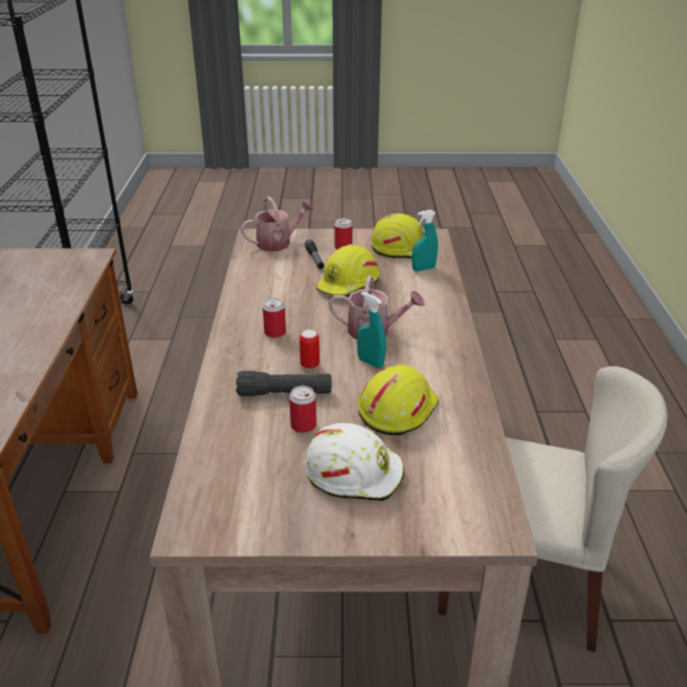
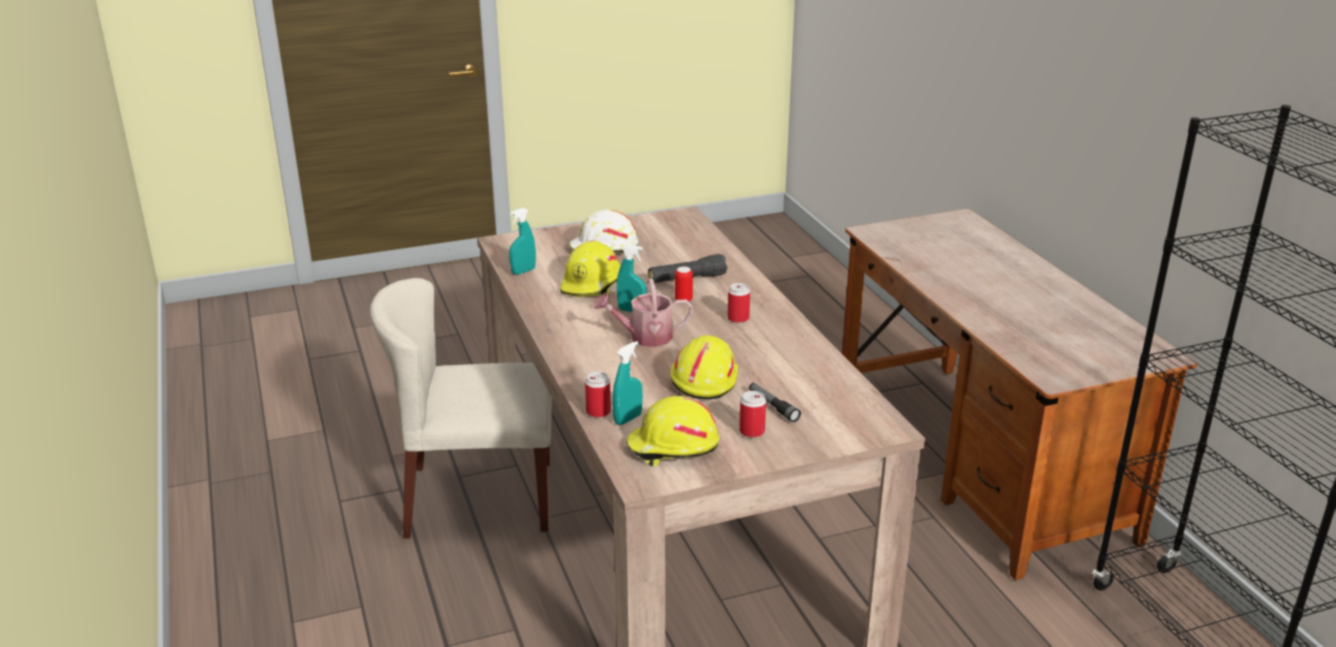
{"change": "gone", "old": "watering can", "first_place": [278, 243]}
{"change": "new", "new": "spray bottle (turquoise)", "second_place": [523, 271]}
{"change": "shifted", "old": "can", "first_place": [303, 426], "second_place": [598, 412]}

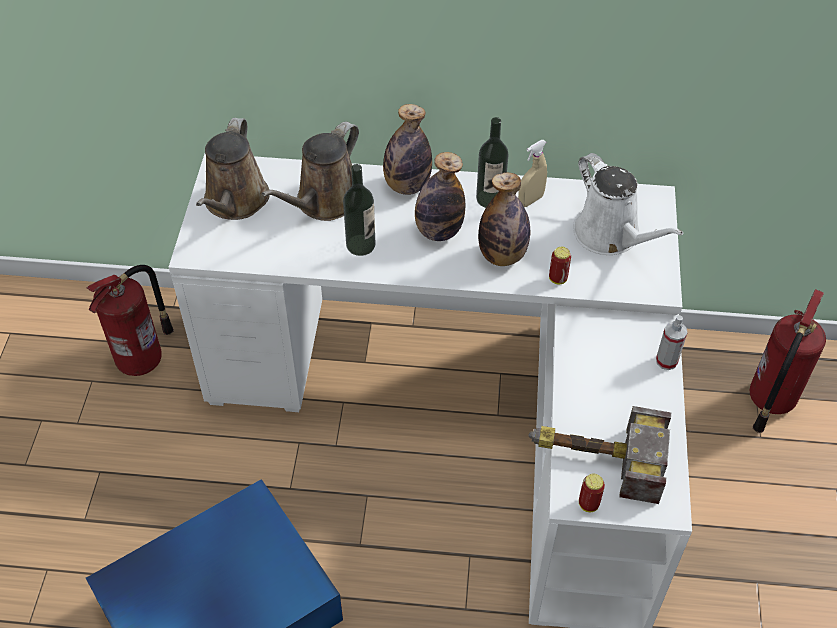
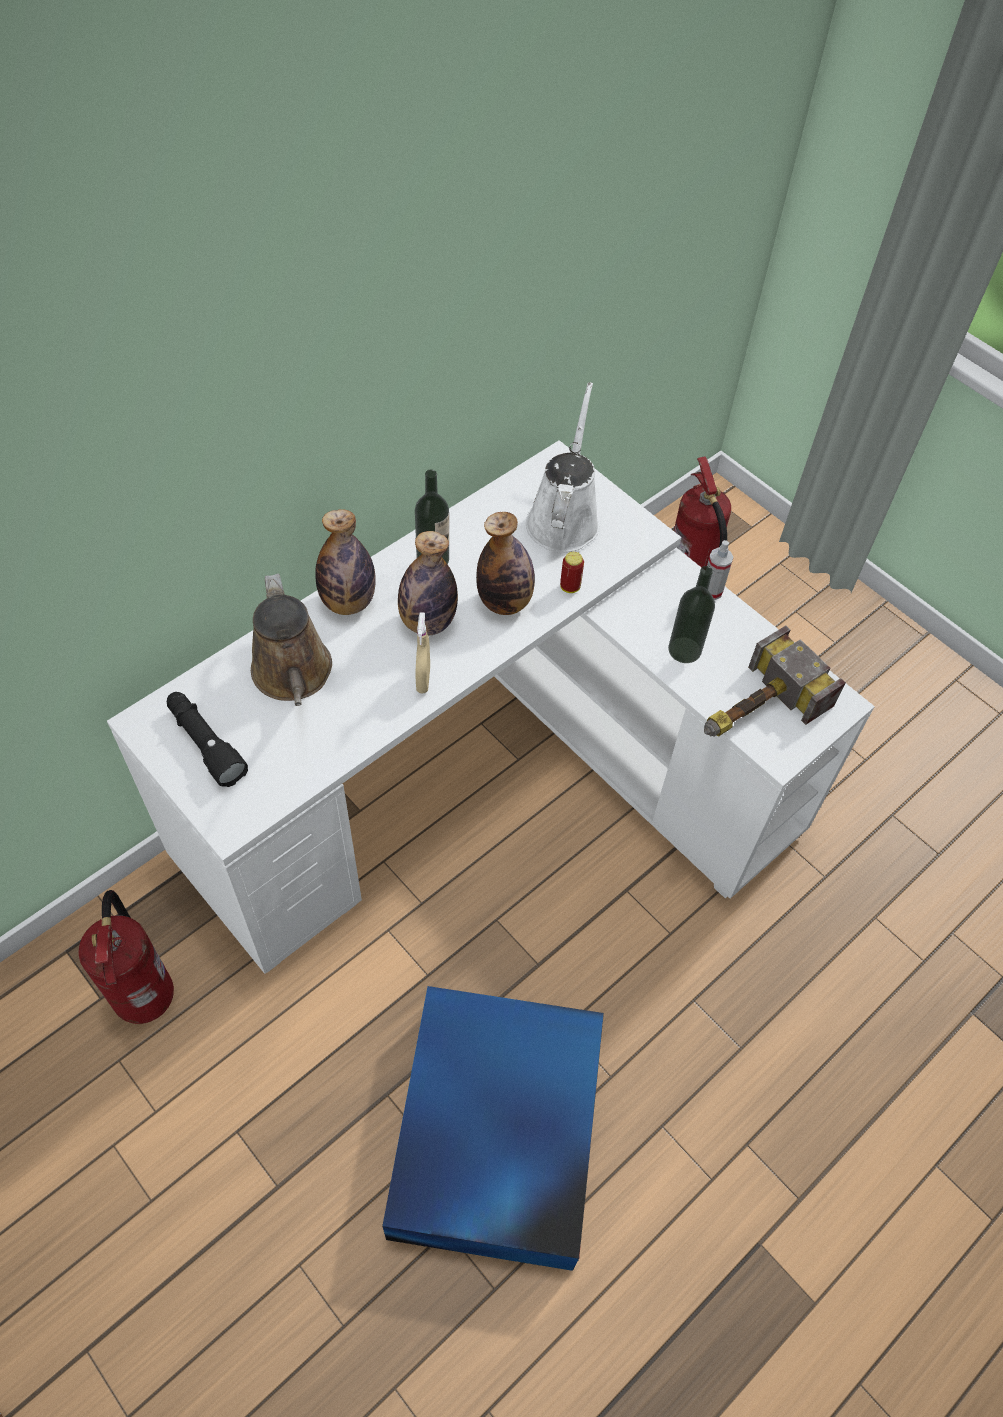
{"change": "gone", "old": "can", "first_place": [588, 504]}
{"change": "shifted", "old": "bottle", "first_place": [360, 245], "second_place": [684, 650]}
{"change": "shifted", "old": "spray bottle (beige)", "first_place": [530, 200], "second_place": [423, 680]}
{"change": "swapped", "old": "watering can (brown)", "new": "flashlight (black)", "first_place": [235, 202], "second_place": [205, 744]}
{"change": "rotated", "old": "watering can (white)", "first_place": [611, 235], "second_place": [564, 518], "degrees": -90}

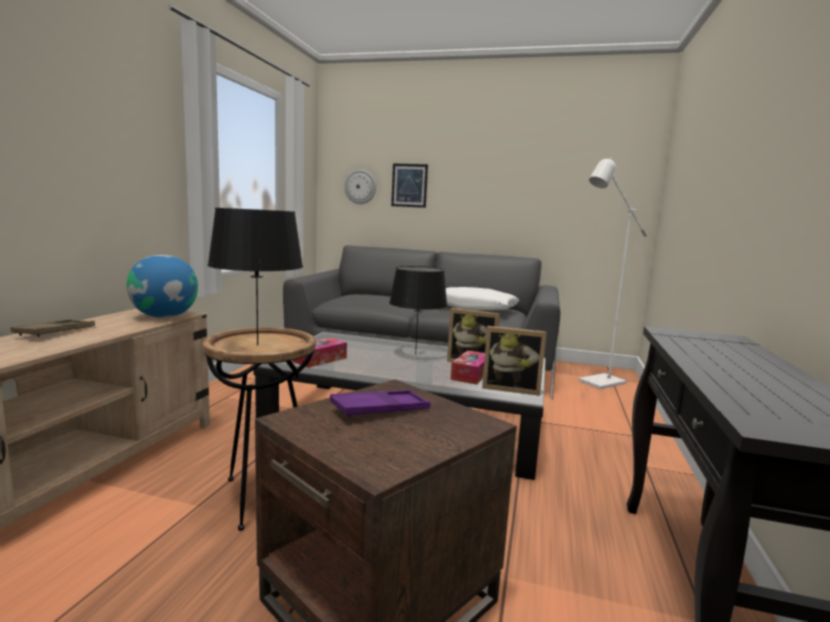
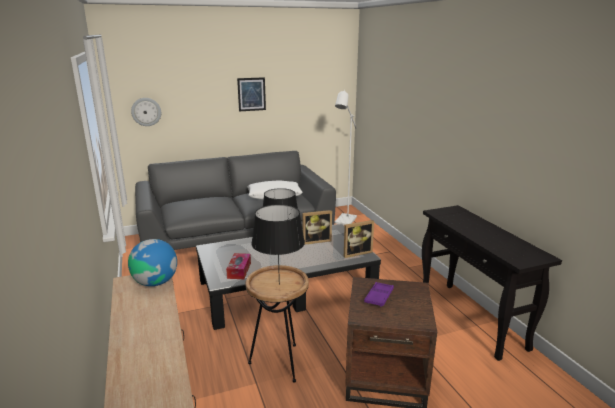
{"change": "gone", "old": "tray (brown)", "first_place": [55, 332]}
{"change": "gone", "old": "tissue box", "first_place": [471, 374]}
{"change": "shifted", "old": "picture", "first_place": [409, 185], "second_place": [251, 94]}

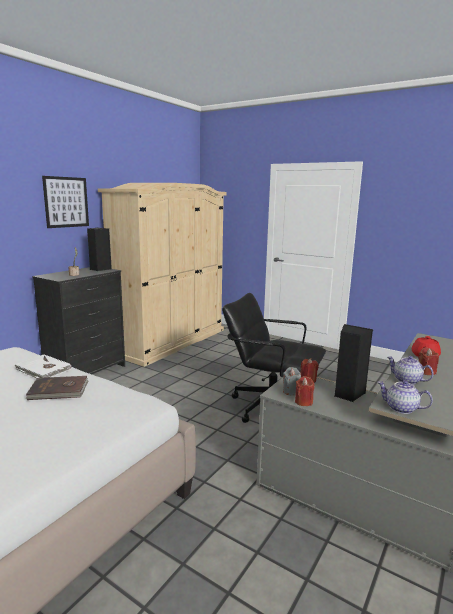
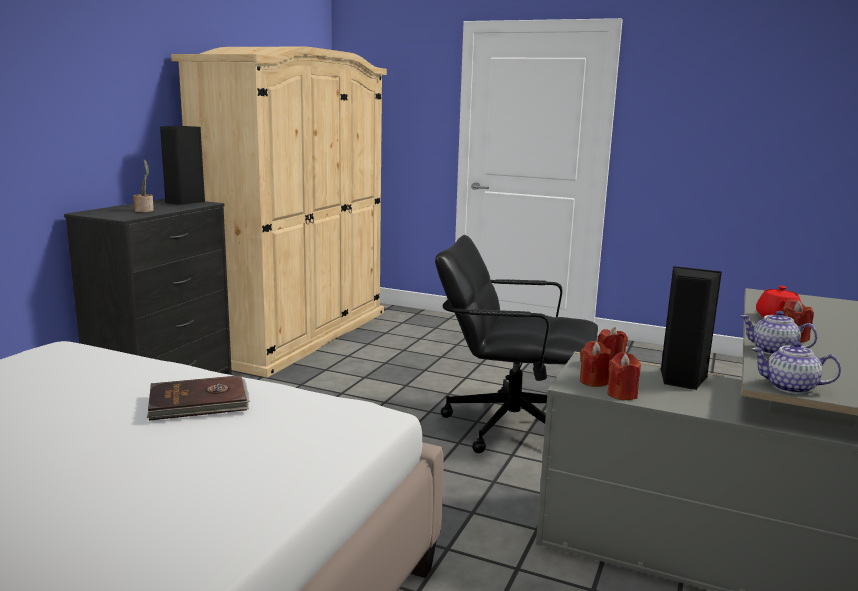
{"change": "gone", "old": "book (white)", "first_place": [43, 370]}
{"change": "gone", "old": "picture", "first_place": [66, 202]}
{"change": "repainted", "old": "candle (grey)", "new": "candle (red)", "first_place": [291, 391], "second_place": [593, 381]}

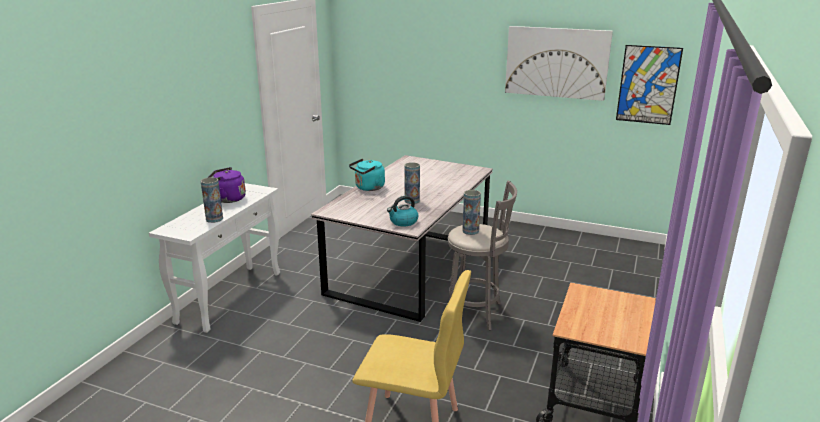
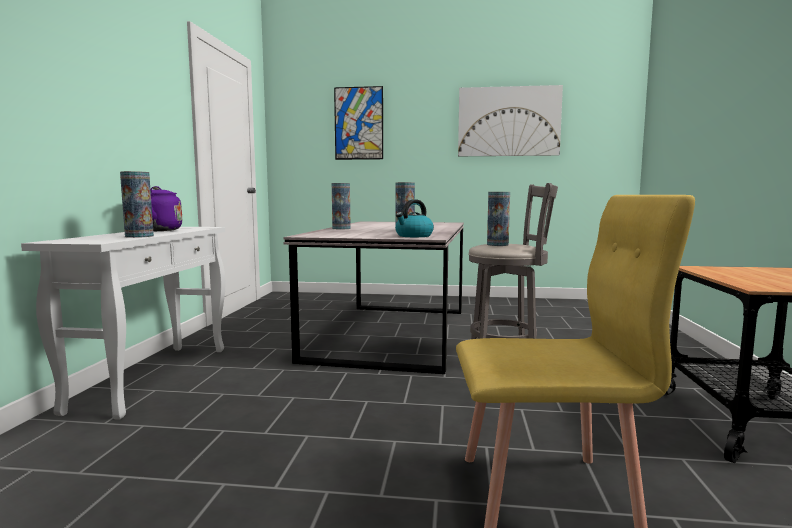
{"change": "shifted", "old": "picture", "first_place": [648, 85], "second_place": [359, 123]}
{"change": "swapped", "old": "kettle (turquoise)", "new": "vase", "first_place": [368, 188], "second_place": [341, 228]}

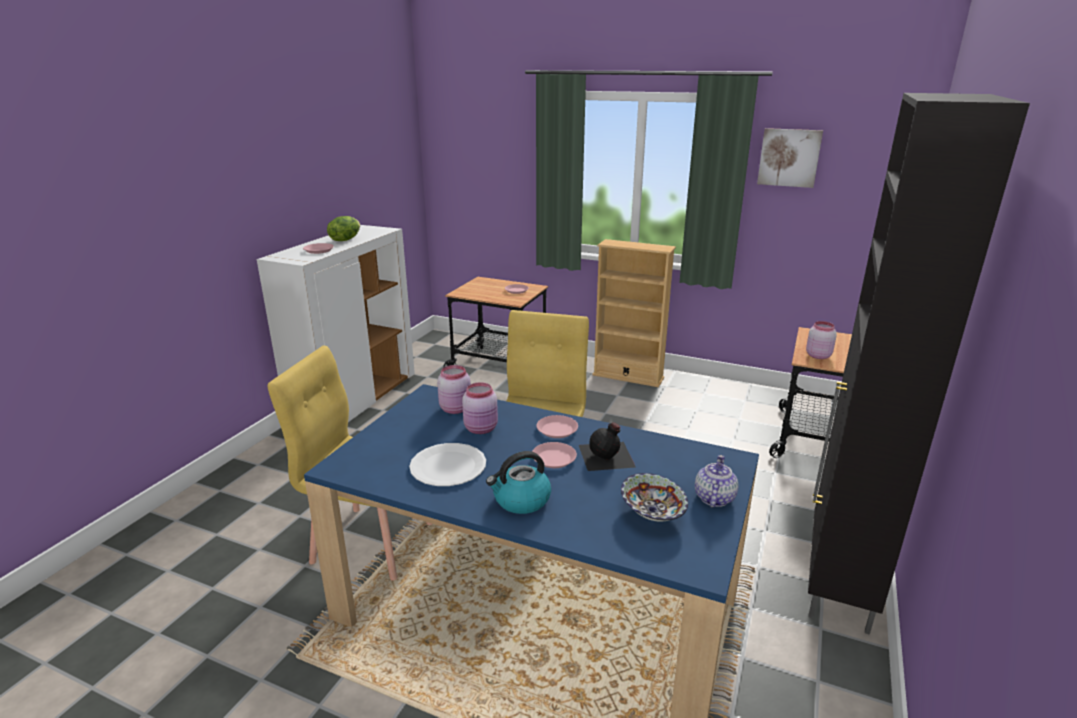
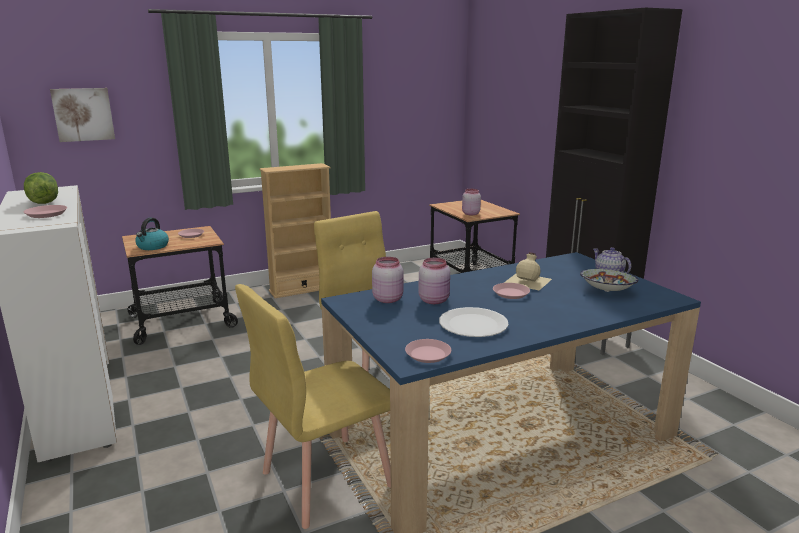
{"change": "shifted", "old": "kettle", "first_place": [521, 500], "second_place": [152, 247]}
{"change": "shifted", "old": "plate (pink)", "first_place": [557, 430], "second_place": [428, 354]}
{"change": "shifted", "old": "picture", "first_place": [789, 157], "second_place": [83, 114]}
{"change": "repainted", "old": "bottle (black)", "new": "bottle (beige)", "first_place": [607, 456], "second_place": [528, 280]}

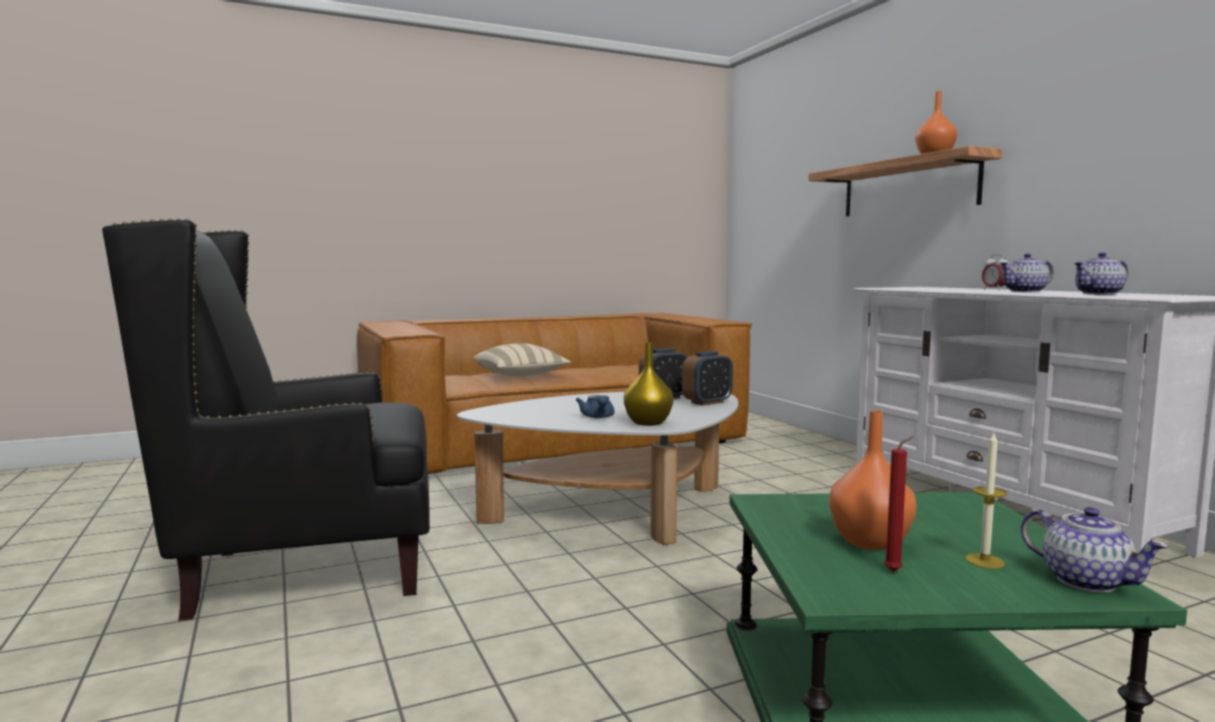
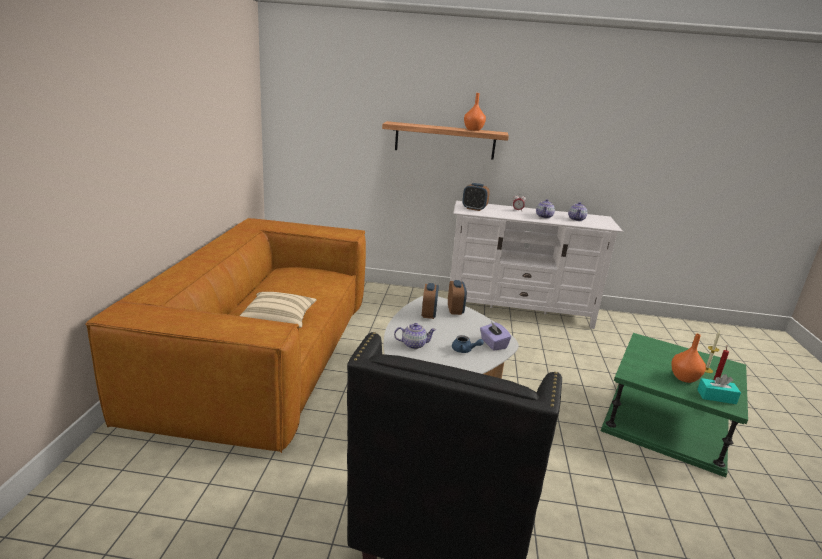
{"change": "new", "new": "alarm clock", "second_place": [474, 209]}
{"change": "new", "new": "tissue box (turquoise)", "second_place": [716, 397]}
{"change": "shifted", "old": "teapot", "first_place": [1085, 581], "second_place": [413, 344]}
{"change": "swapped", "old": "vase (yellow)", "new": "tissue box (purple)", "first_place": [648, 423], "second_place": [493, 344]}

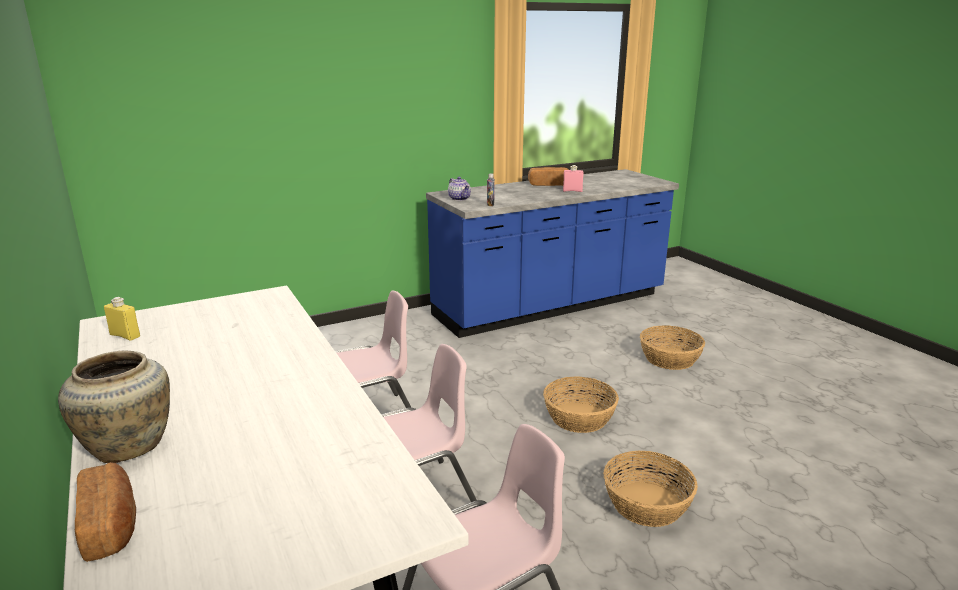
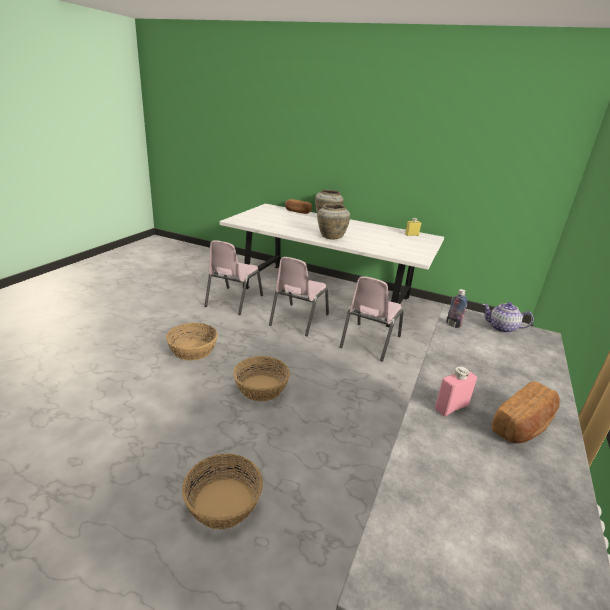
{"change": "new", "new": "vase (beige)", "second_place": [331, 236]}

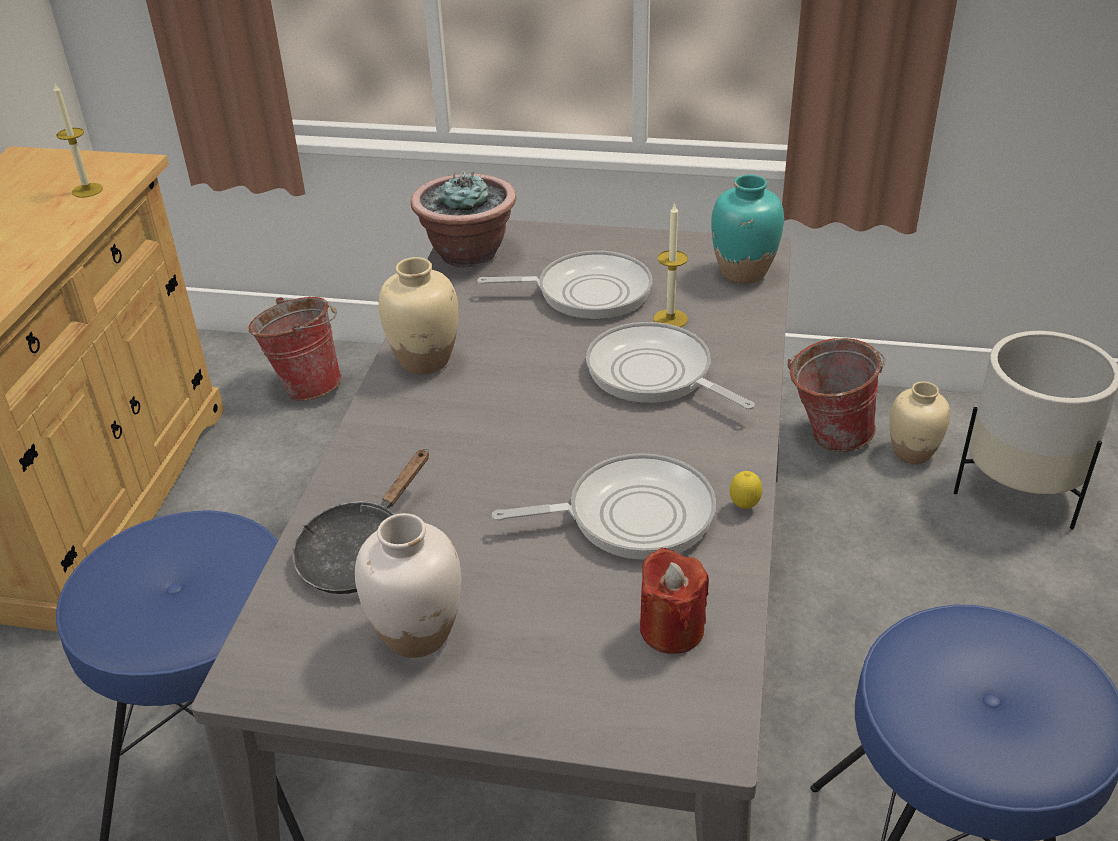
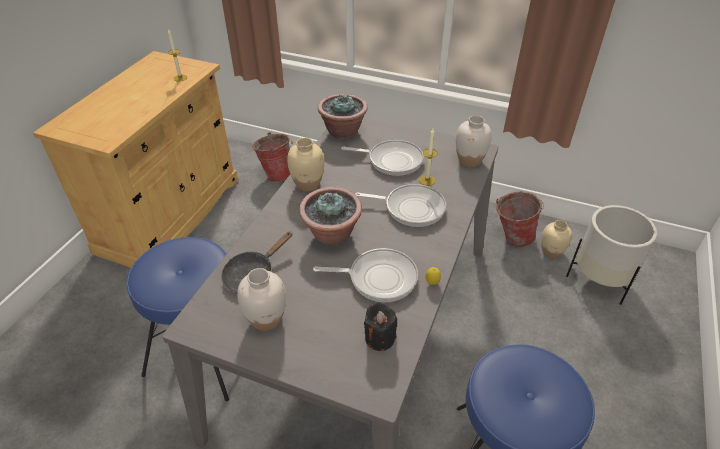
{"change": "new", "new": "potted plant", "second_place": [332, 235]}
{"change": "repainted", "old": "candle (red)", "new": "candle (black)", "first_place": [671, 629], "second_place": [379, 338]}
{"change": "repainted", "old": "vase (turquoise)", "new": "vase (white)", "first_place": [743, 273], "second_place": [469, 161]}
{"change": "rotated", "old": "frying pan", "first_place": [654, 374], "second_place": [411, 208], "degrees": 135}

